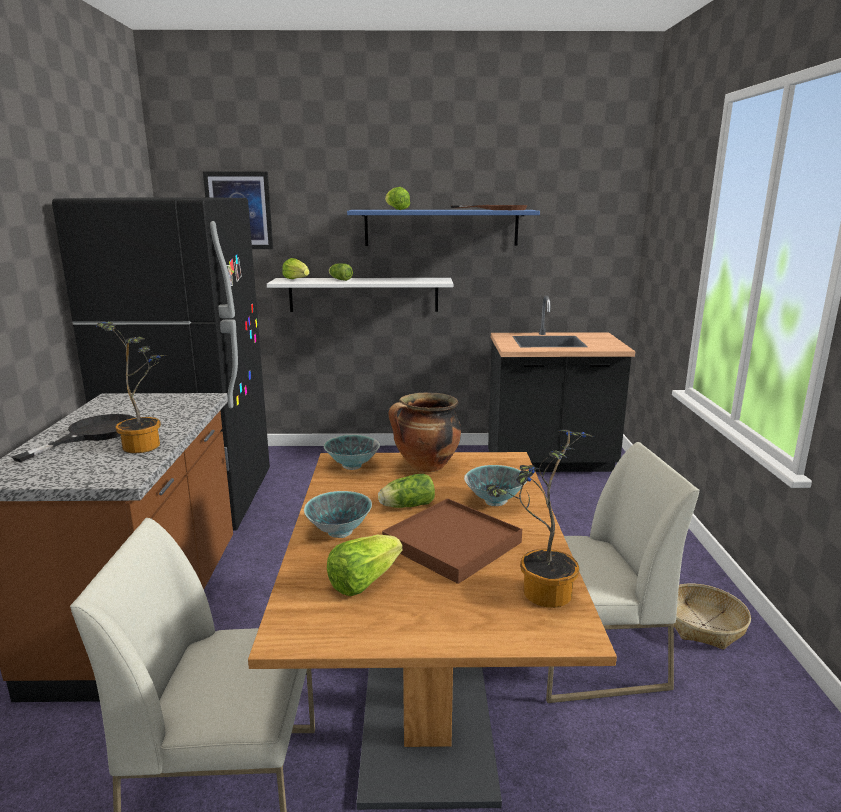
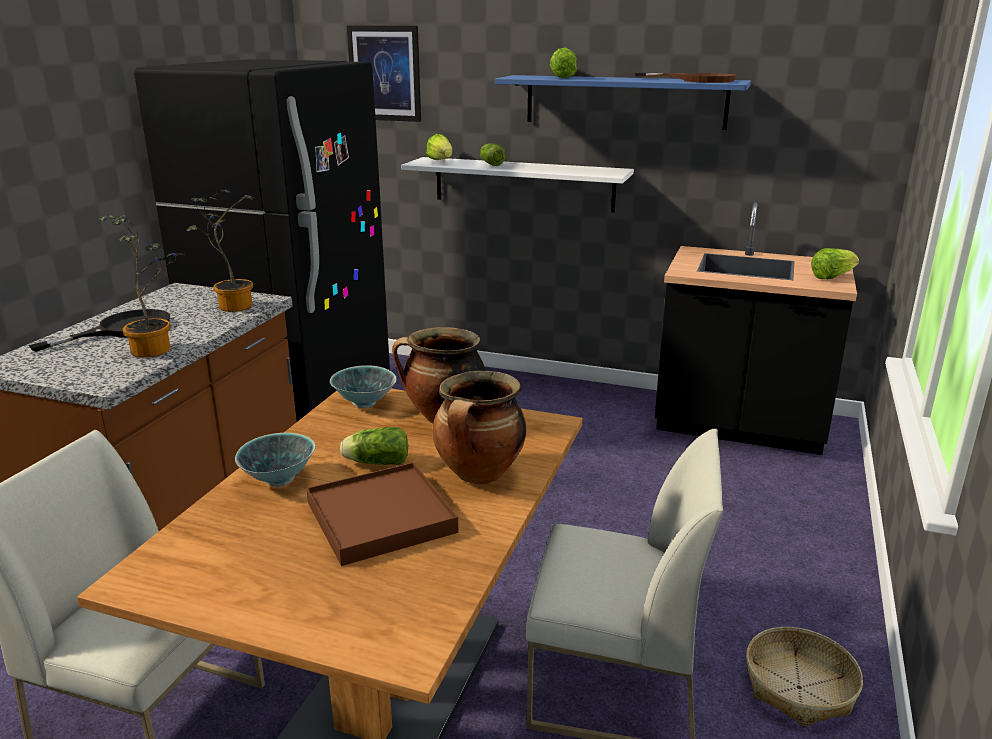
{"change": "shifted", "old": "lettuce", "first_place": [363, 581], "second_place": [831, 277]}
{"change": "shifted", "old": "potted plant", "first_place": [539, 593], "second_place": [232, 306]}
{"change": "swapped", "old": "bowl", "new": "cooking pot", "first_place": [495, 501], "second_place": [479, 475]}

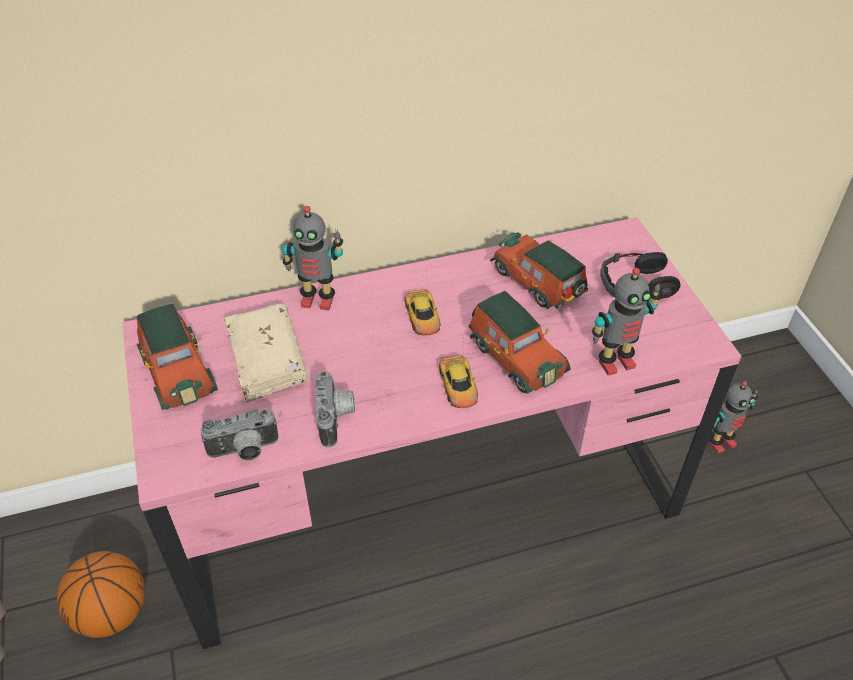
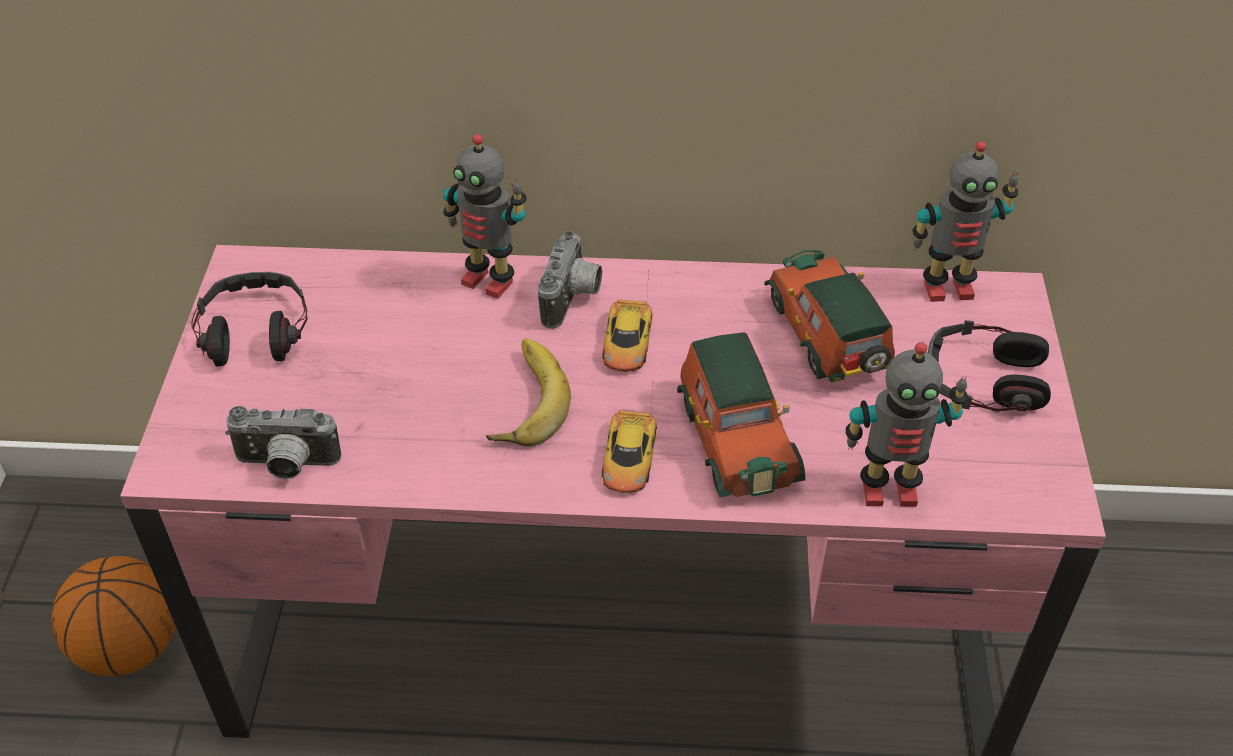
{"change": "gone", "old": "book (beige)", "first_place": [267, 360]}
{"change": "new", "new": "banana", "second_place": [523, 400]}
{"change": "shifted", "old": "photo camera", "first_place": [337, 419], "second_place": [573, 299]}
{"change": "shifted", "old": "toy robot", "first_place": [720, 443], "second_place": [947, 287]}
{"change": "swapped", "old": "toy car", "new": "headphones", "first_place": [177, 371], "second_place": [253, 330]}

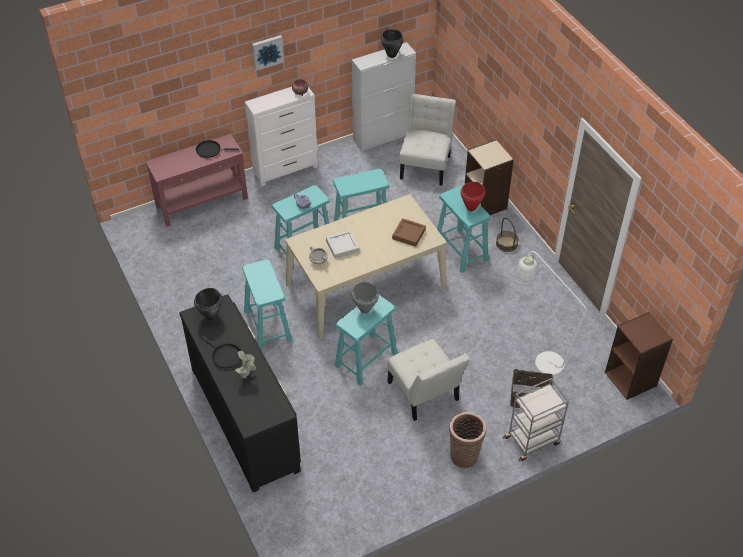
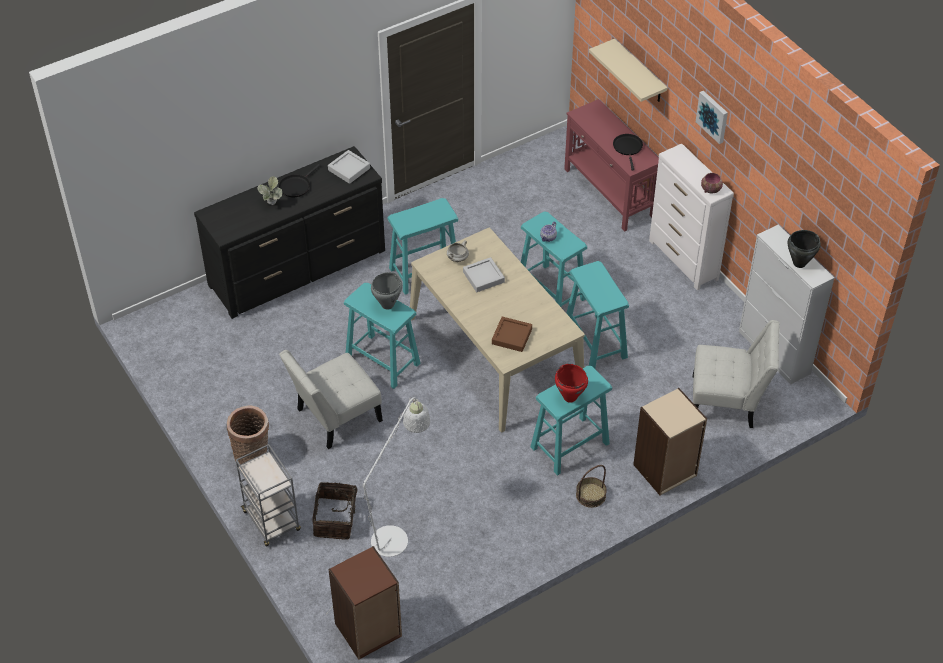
{"change": "new", "new": "shelf (beige)", "second_place": [639, 72]}
{"change": "swapped", "old": "cooking pot (black)", "new": "tray (grey)", "first_place": [211, 316], "second_place": [349, 169]}

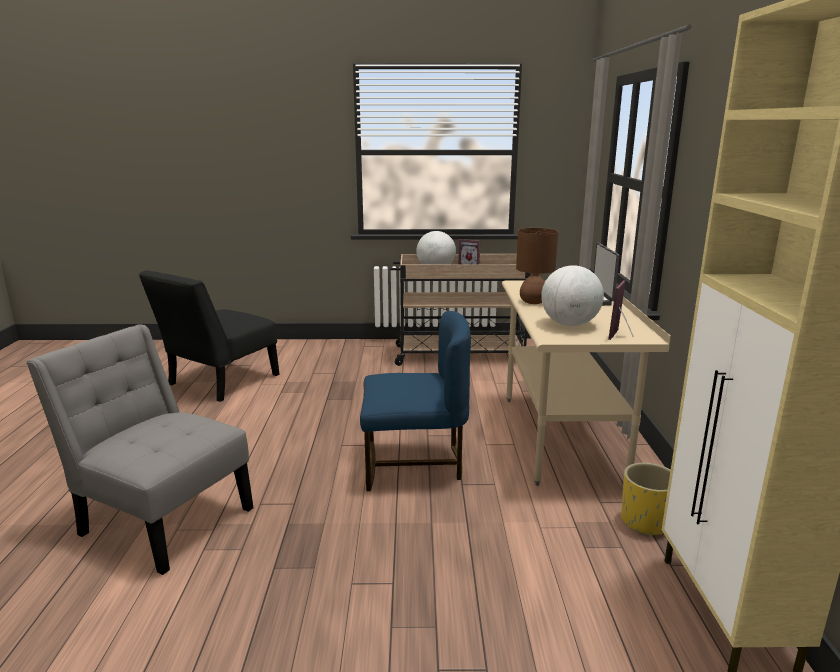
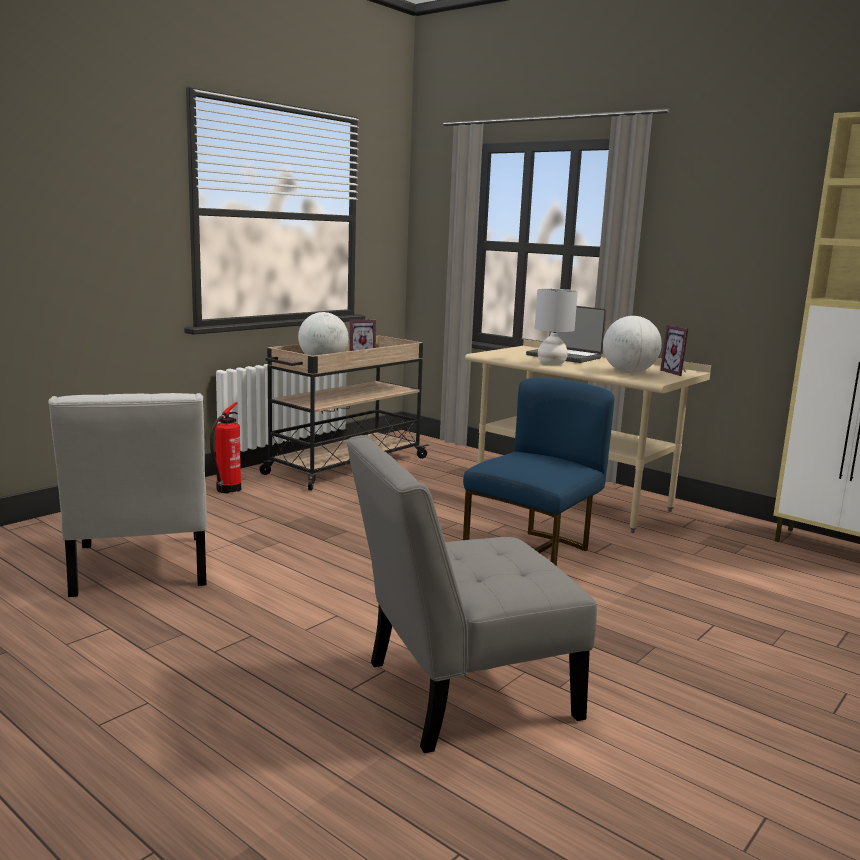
{"change": "gone", "old": "planter (yellow)", "first_place": [645, 522]}
{"change": "new", "new": "fire extinguisher", "second_place": [226, 490]}
{"change": "repainted", "old": "chair (black)", "new": "chair (white)", "first_place": [219, 382], "second_place": [140, 570]}
{"change": "repainted", "old": "table lamp (brown)", "new": "table lamp (grey)", "first_place": [533, 302], "second_place": [551, 364]}

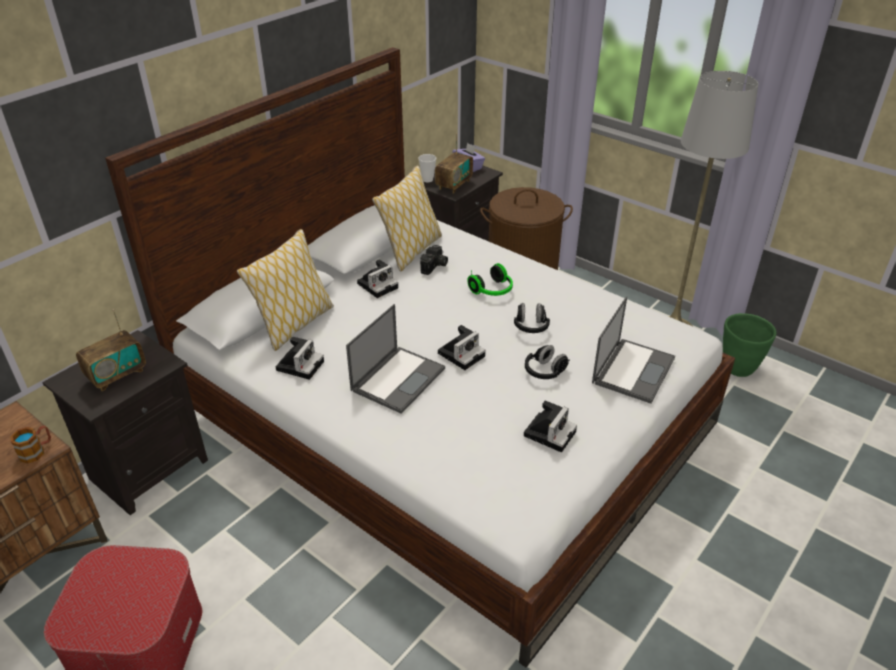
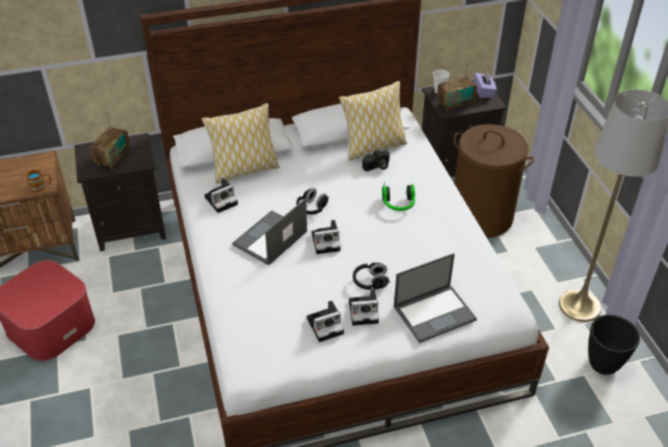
{"change": "shifted", "old": "photo camera", "first_place": [378, 285], "second_place": [364, 311]}
{"change": "shifted", "old": "headphones (black)", "first_place": [530, 326], "second_place": [312, 208]}
{"change": "repainted", "old": "planter (green)", "new": "planter (black)", "first_place": [738, 368], "second_place": [603, 364]}
{"change": "rotated", "old": "radio", "first_place": [117, 375], "second_place": [113, 158], "degrees": -60}
{"change": "rotated", "old": "laptop", "first_place": [398, 378], "second_place": [270, 239], "degrees": 150}

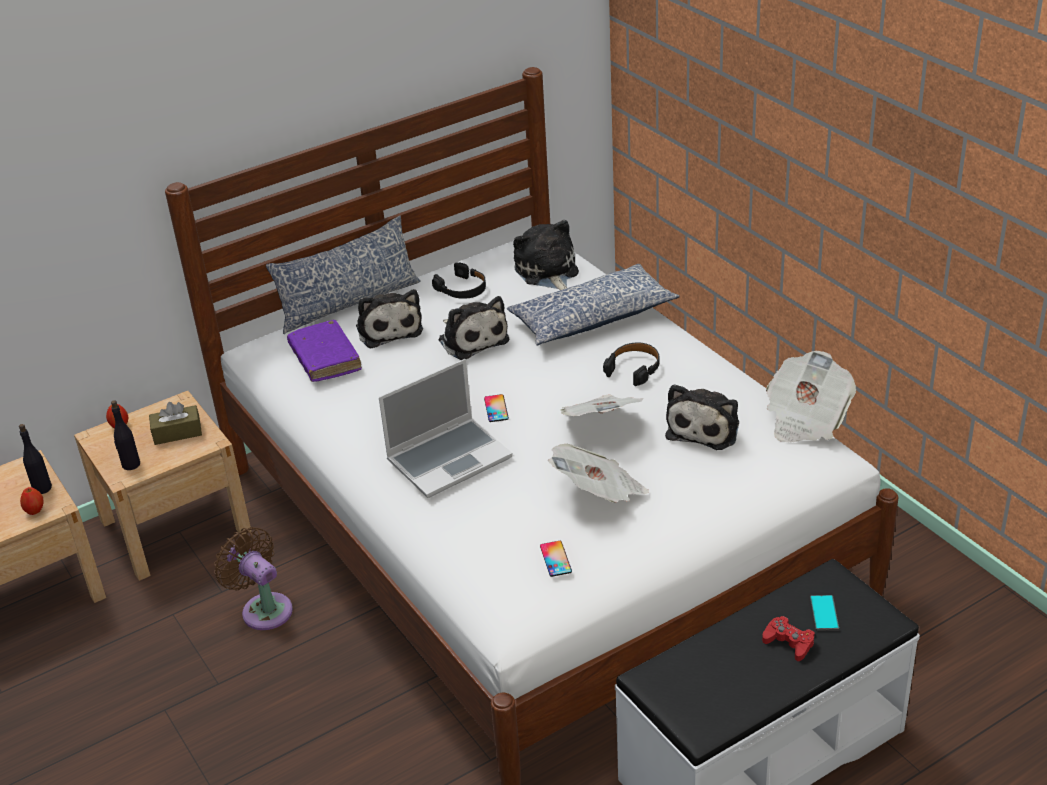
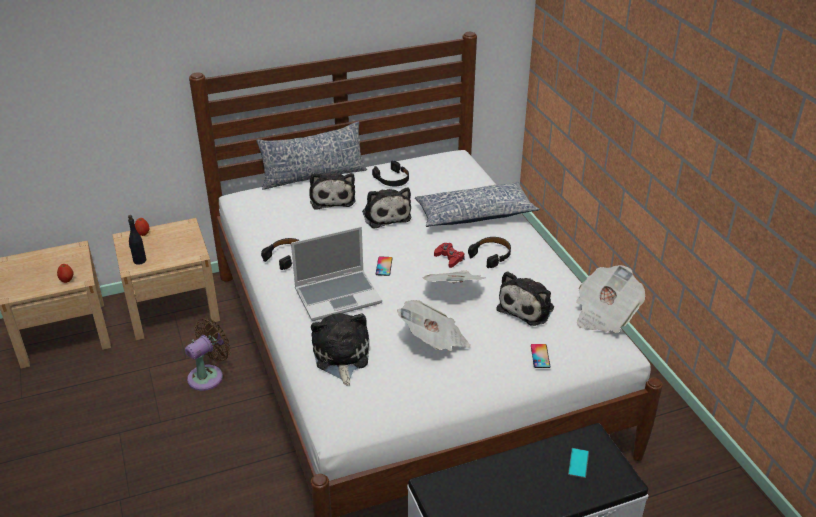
{"change": "gone", "old": "bottle (black)", "first_place": [42, 488]}
{"change": "gone", "old": "tissue box (brown)", "first_place": [177, 433]}
{"change": "gone", "old": "book (purple)", "first_place": [325, 359]}
{"change": "new", "new": "headphones (black)", "second_place": [286, 257]}
{"change": "shifted", "old": "plush toy", "first_place": [547, 272], "second_place": [341, 357]}
{"change": "shifted", "old": "phone", "first_place": [555, 559], "second_place": [540, 356]}
{"change": "shifted", "old": "game controller (red)", "first_place": [789, 642], "second_place": [449, 258]}
{"change": "rotated", "old": "fan (brown)", "first_place": [264, 609], "second_place": [208, 376], "degrees": 75}

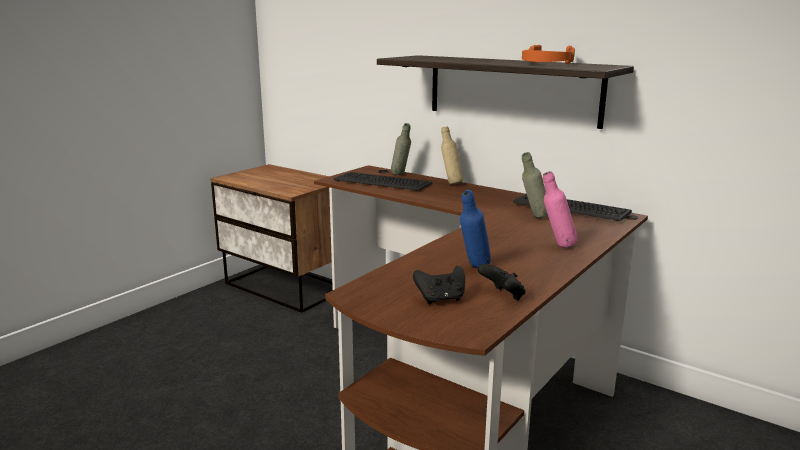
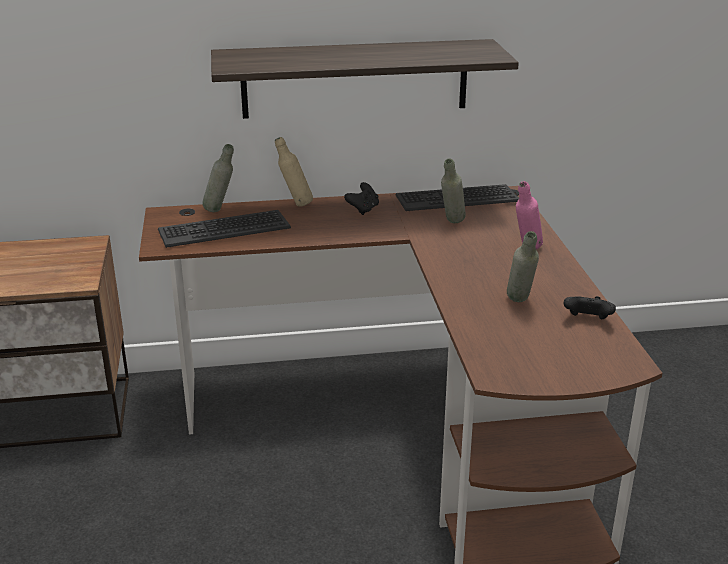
{"change": "gone", "old": "headphones (orange)", "first_place": [546, 63]}
{"change": "shifted", "old": "game controller (black)", "first_place": [441, 299], "second_place": [363, 209]}
{"change": "repainted", "old": "bottle (blue)", "new": "bottle (grey)", "first_place": [473, 268], "second_place": [519, 304]}

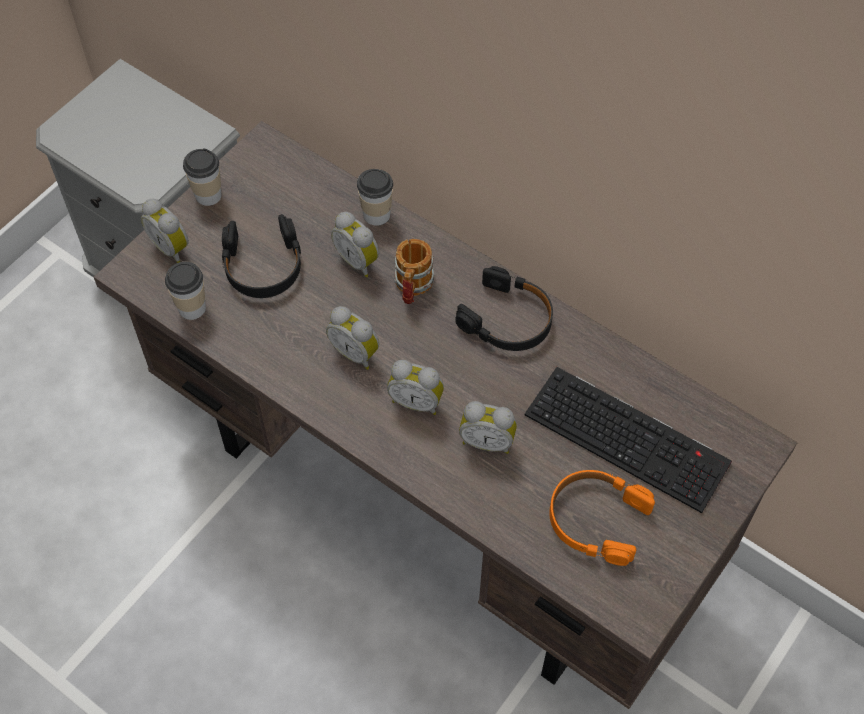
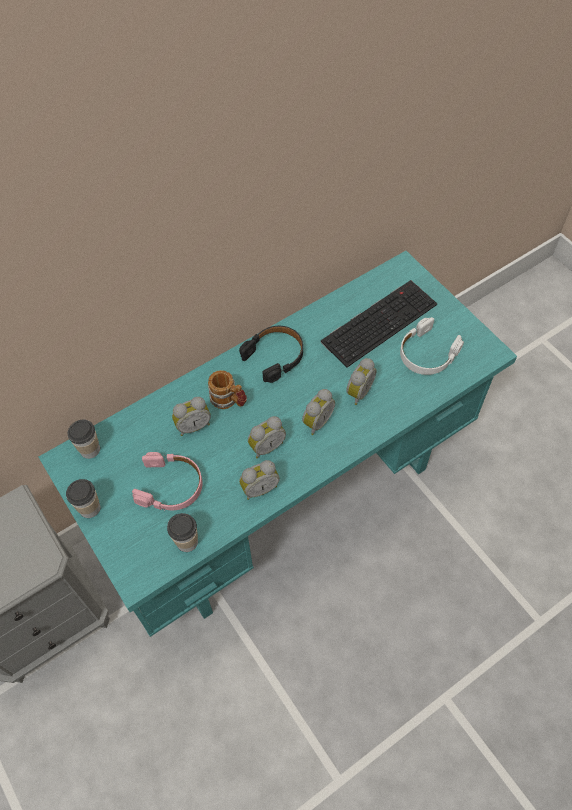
{"change": "shifted", "old": "alarm clock", "first_place": [172, 247], "second_place": [259, 488]}
{"change": "shifted", "old": "cup", "first_place": [376, 215], "second_place": [90, 449]}
{"change": "repainted", "old": "desk (brown)", "new": "desk (turquoise)", "first_place": [436, 500], "second_place": [289, 496]}
{"change": "repainted", "old": "headphones (black)", "new": "headphones (pink)", "first_place": [263, 265], "second_place": [171, 486]}
{"change": "repainted", "old": "headphones (orange)", "new": "headphones (white)", "first_place": [596, 519], "second_place": [427, 353]}

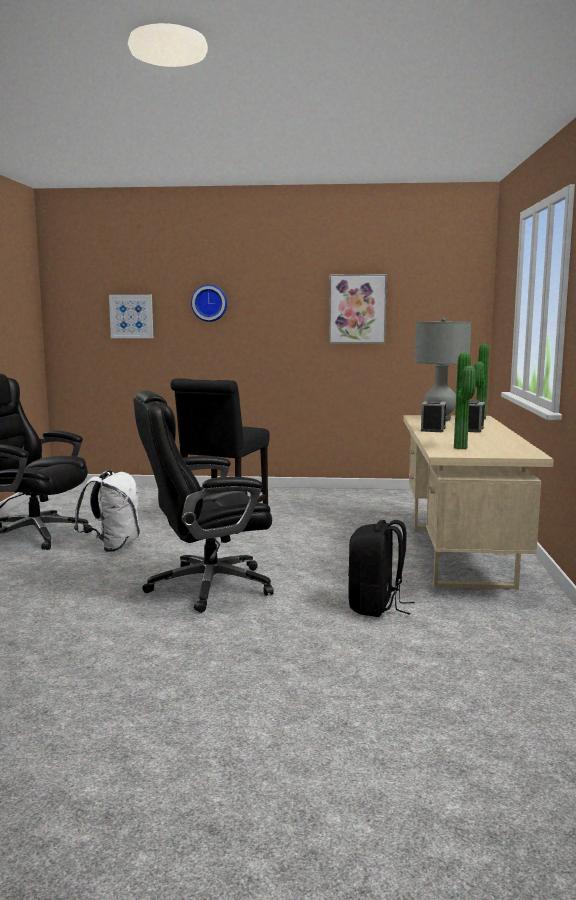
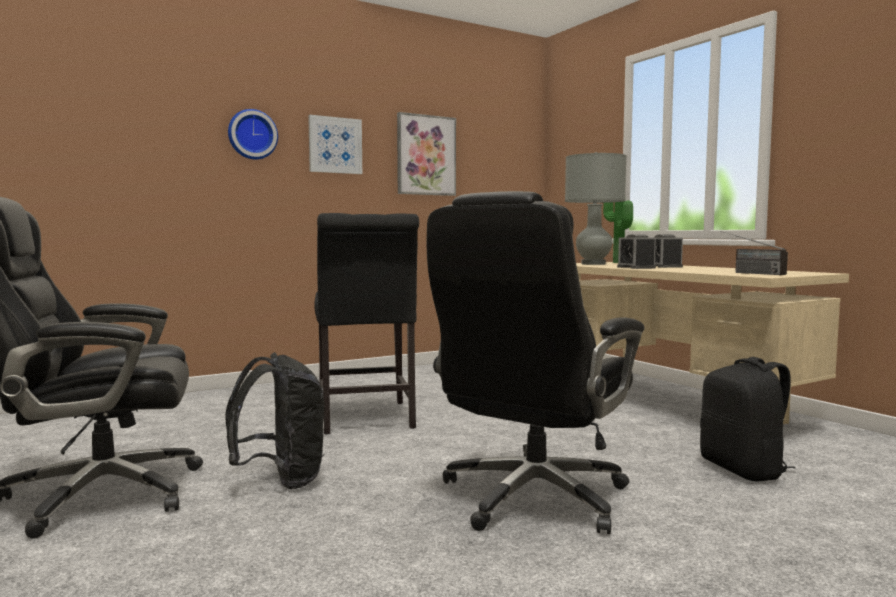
{"change": "shifted", "old": "picture", "first_place": [131, 316], "second_place": [335, 145]}
{"change": "swapped", "old": "potted plant", "new": "radio", "first_place": [463, 448], "second_place": [747, 273]}
{"change": "repainted", "old": "backpack (white)", "new": "backpack (black)", "first_place": [112, 547], "second_place": [281, 480]}

